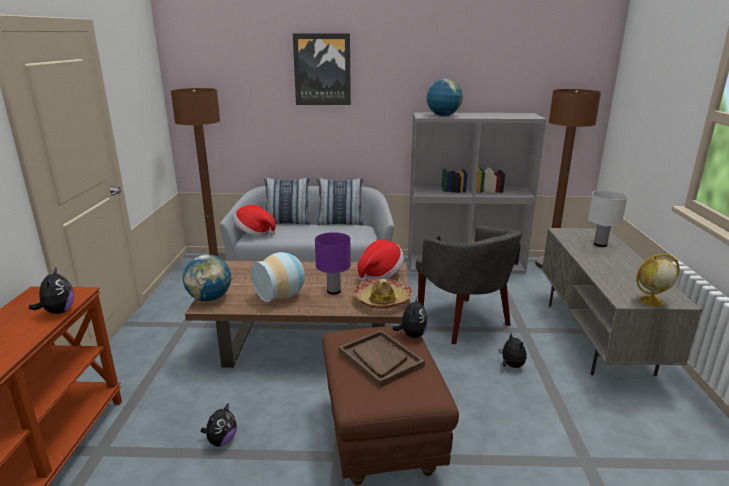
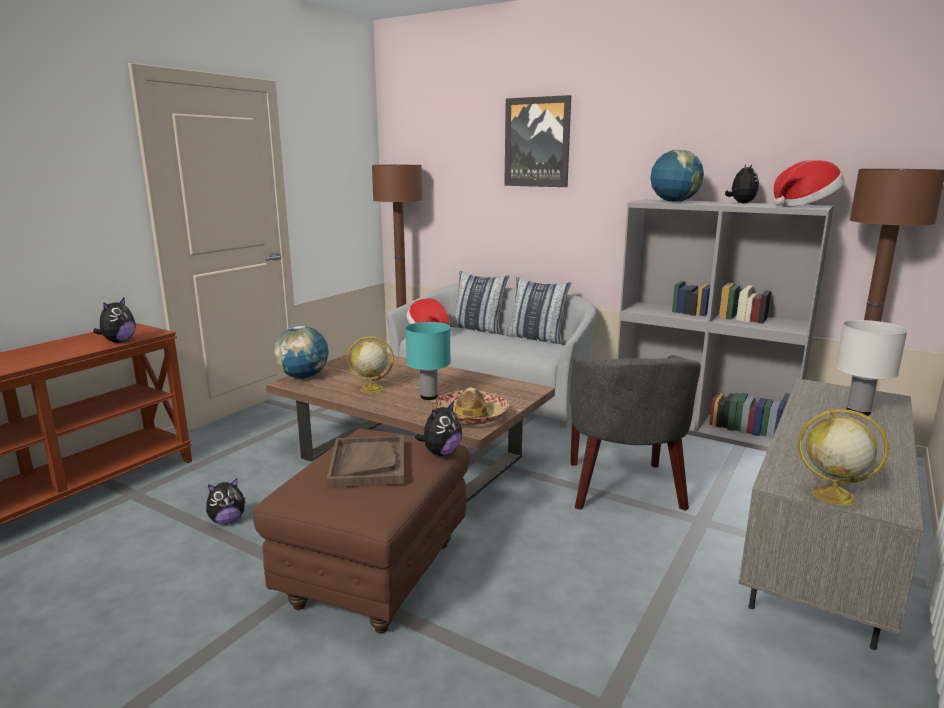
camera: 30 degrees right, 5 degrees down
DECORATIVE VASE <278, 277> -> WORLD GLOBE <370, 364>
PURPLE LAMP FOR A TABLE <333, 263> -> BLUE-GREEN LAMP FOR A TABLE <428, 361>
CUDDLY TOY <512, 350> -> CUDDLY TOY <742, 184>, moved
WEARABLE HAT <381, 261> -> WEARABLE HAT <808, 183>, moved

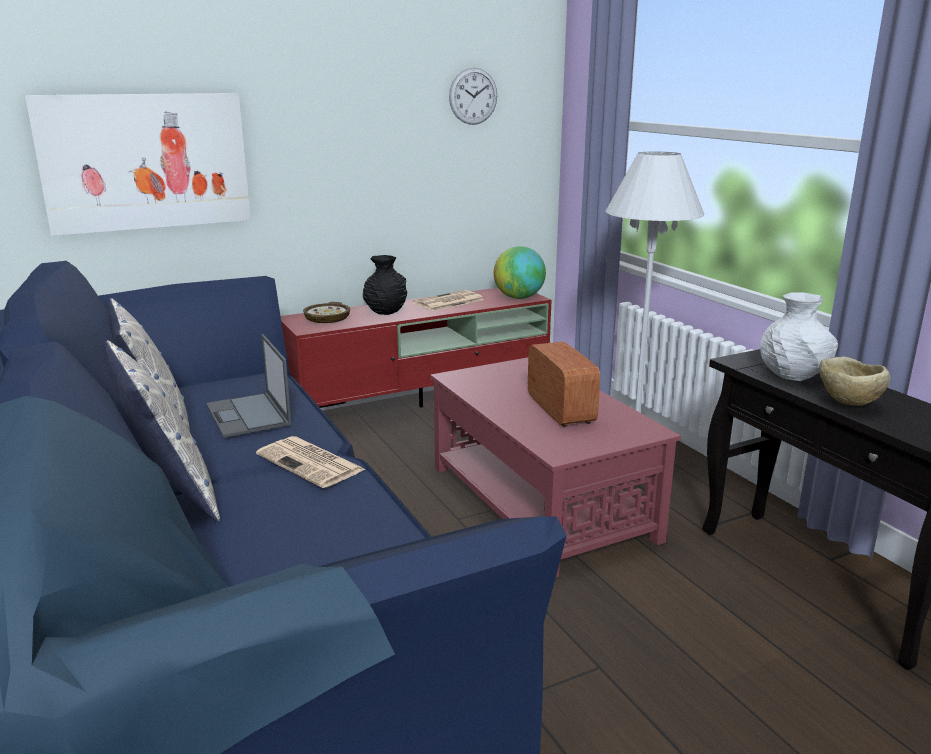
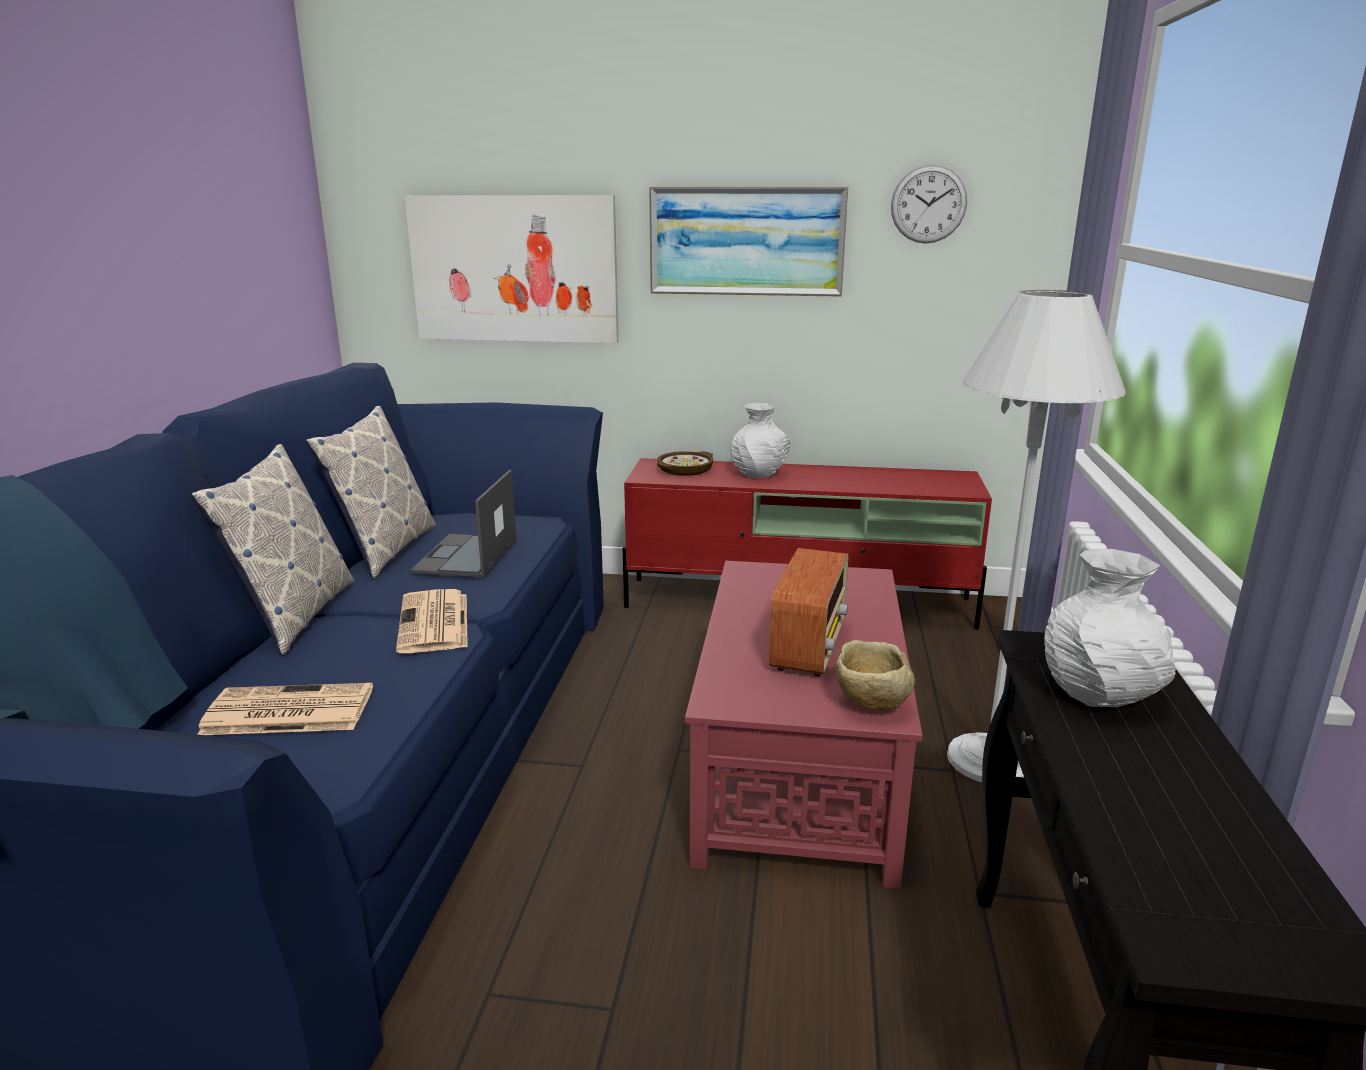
camera: 35 degrees right, 0 degrees up
PRINTED PAPER <448, 300> -> PRINTED PAPER <285, 709>, moved
none -> WALL PICTURE <749, 241>
BLACKISH DECORATIVE VASE <385, 285> -> WHITE DECORATIVE VASE <761, 440>
SAND-COLOURED SERVING BOWL <854, 381> -> SAND-COLOURED SERVING BOWL <875, 675>, moved
WORLD GLOBE <520, 272> -> none

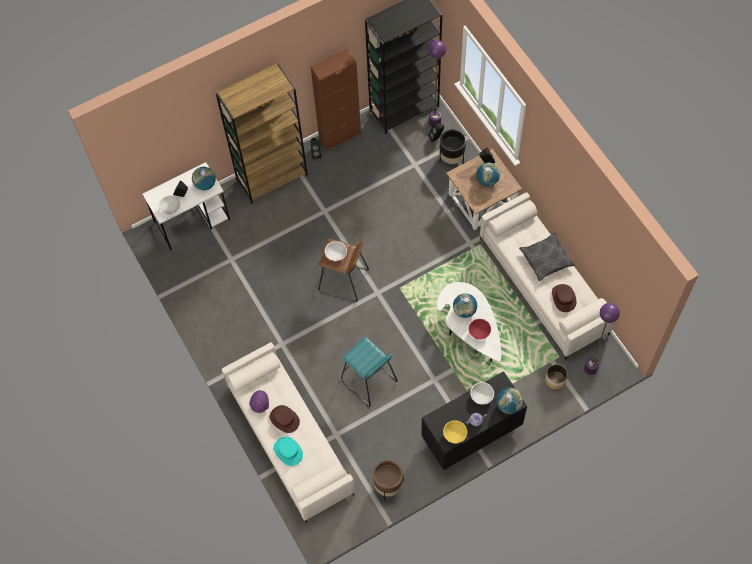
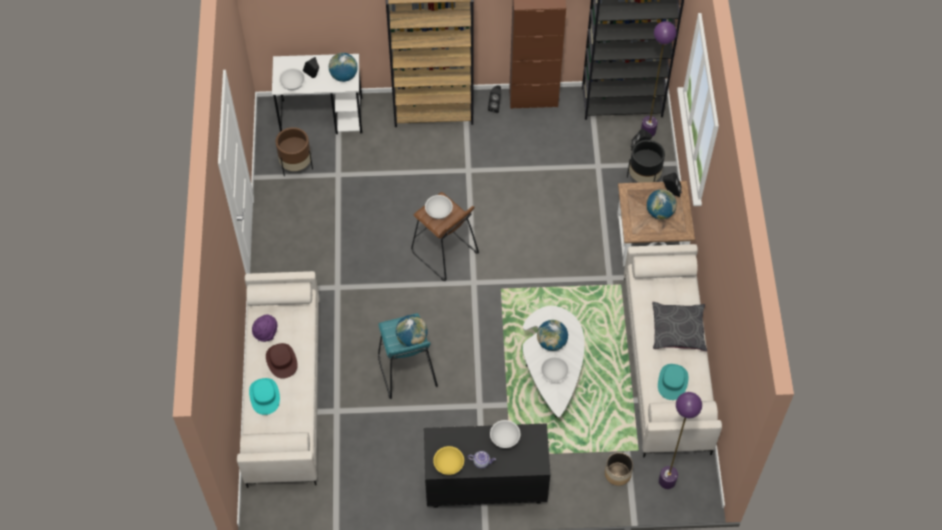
camera: 25 degrees right, 5 degrees down
BROWN PLANT POT <388, 480> -> BROWN PLANT POT <294, 152>, moved
WORLD GLOBE <509, 401> -> WORLD GLOBE <412, 331>, moved
RED SERVING BOWL <480, 329> -> WHITE SERVING BOWL <554, 369>
BROWN WEARABLE HAT <564, 298> -> BLUE-GREEN WEARABLE HAT <673, 382>

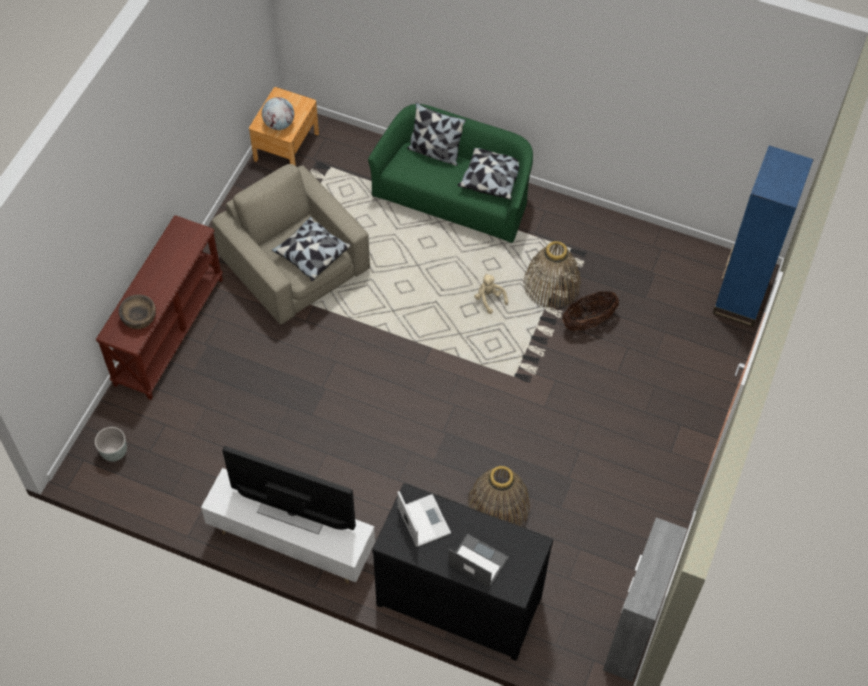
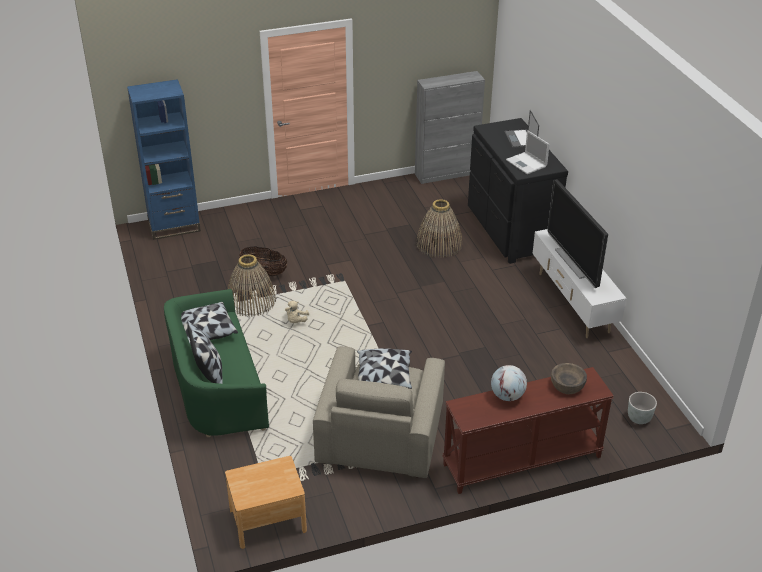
camera: 130 degrees left, 20 degrees down
WORLD GLOBE <278, 113> -> WORLD GLOBE <509, 383>, moved
LAPTOP <424, 519> -> LAPTOP <528, 152>, 60 degrees counterclockwise

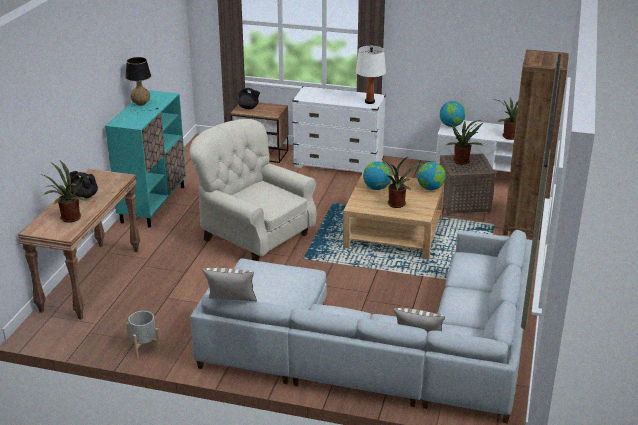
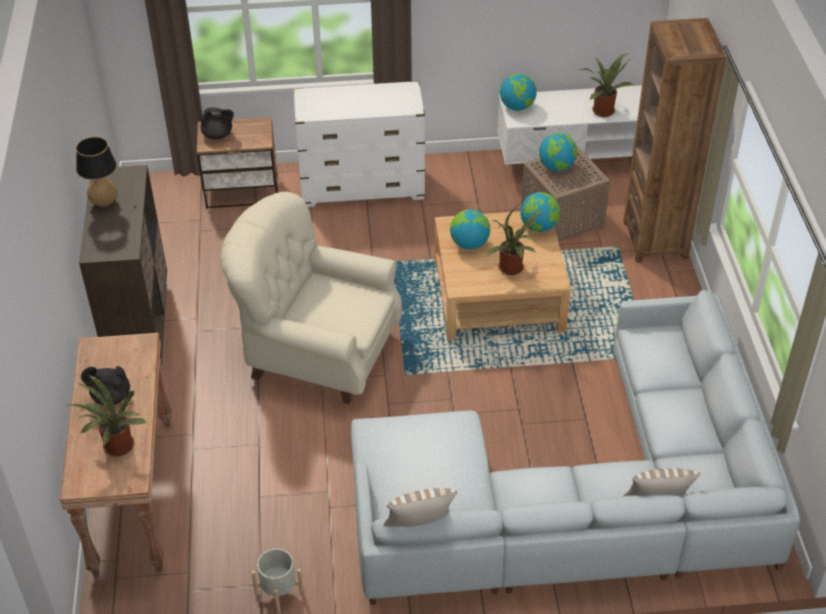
camera: 20 degrees left, 15 degrees up
BLUE-GREEN CUPBOARD <145, 158> -> BROWN CUPBOARD <123, 265>
PLANT IN A POT <462, 142> -> WORLD GLOBE <558, 152>
WHITE LAMP FOR A TABLE <371, 75> -> none

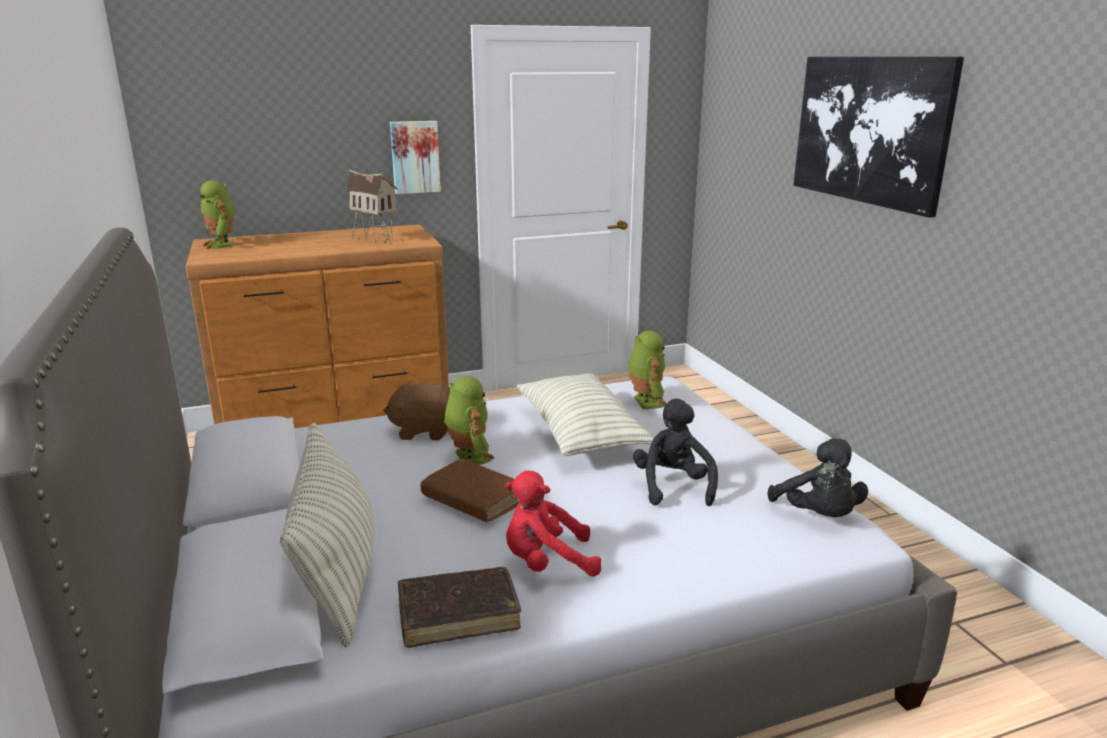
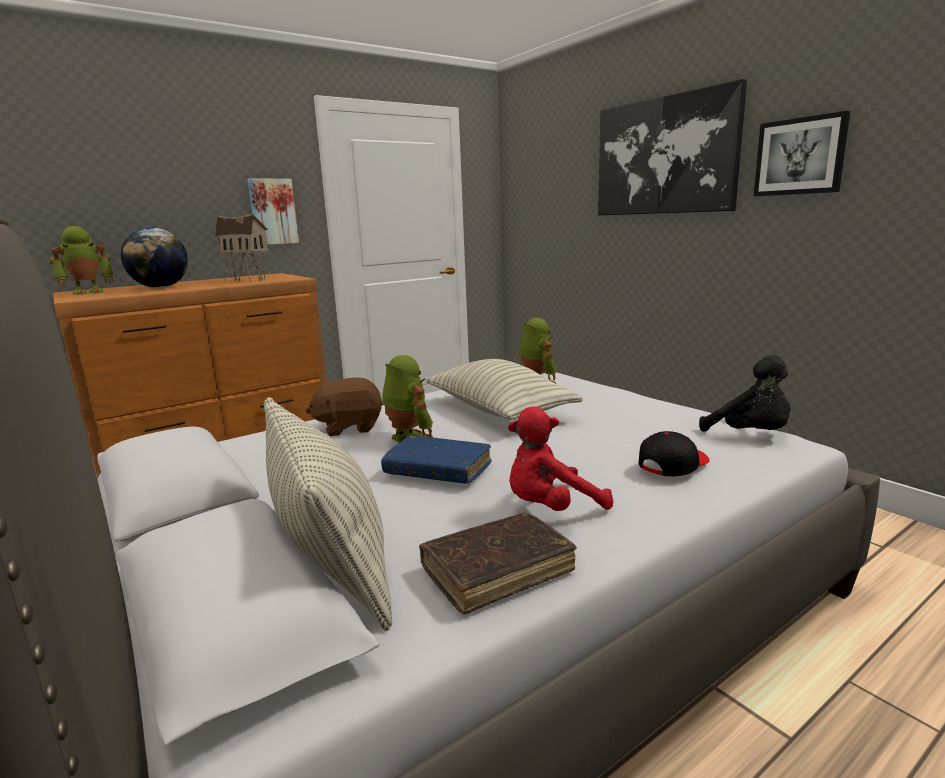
camera: 15 degrees left, 5 degrees down
MODEL ROBOT <218, 214> -> MODEL ROBOT <81, 260>, 75 degrees counterclockwise
none -> WORLD GLOBE <154, 257>
BROWN BOOK <470, 490> -> BLUISH BOOK <436, 459>
none -> BLACKISH PEAKED CAP <674, 453>
none -> WALL PICTURE <802, 153>
BLACKISH CUDDLY TOY <675, 452> -> none

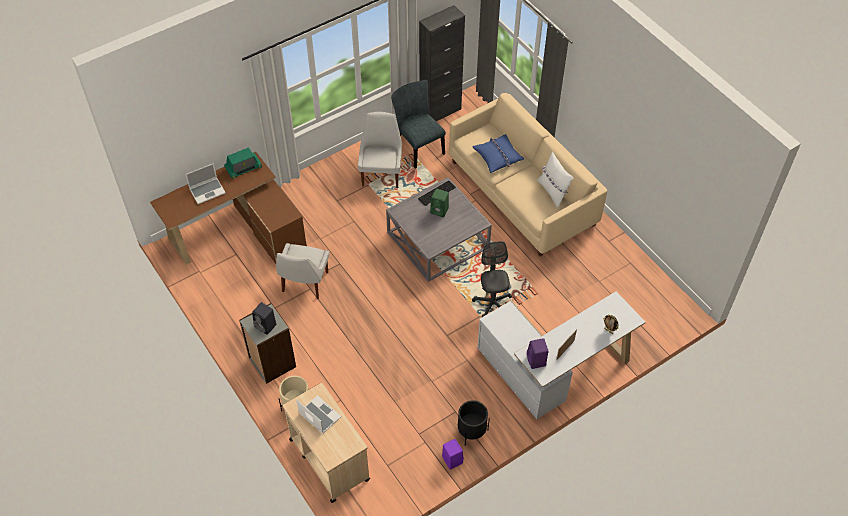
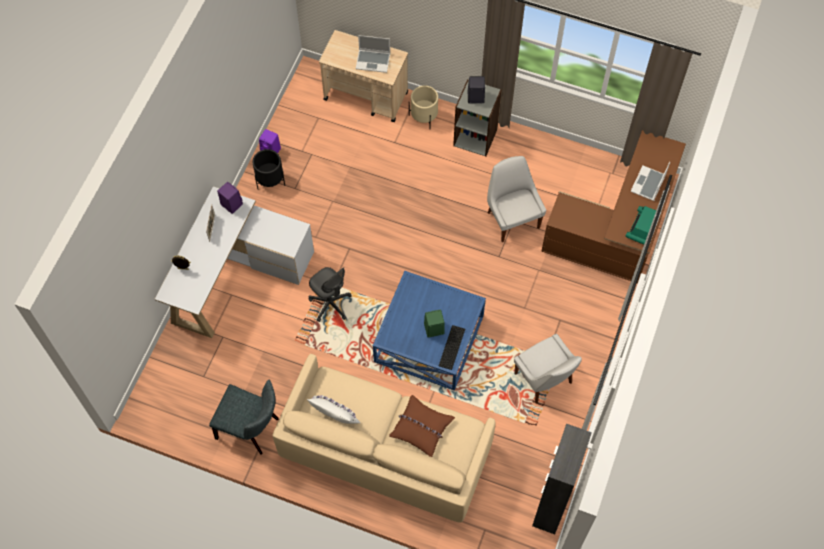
camera: 145 degrees right, 10 degrees up
GREYISH PLAIN CHAIR <418, 124> -> GREYISH PLAIN CHAIR <244, 417>, moved
GREYISH LOW TABLE <439, 229> -> BLUISH LOW TABLE <429, 331>
BLUISH THROW PILLOW <498, 153> -> BROWN THROW PILLOW <422, 426>

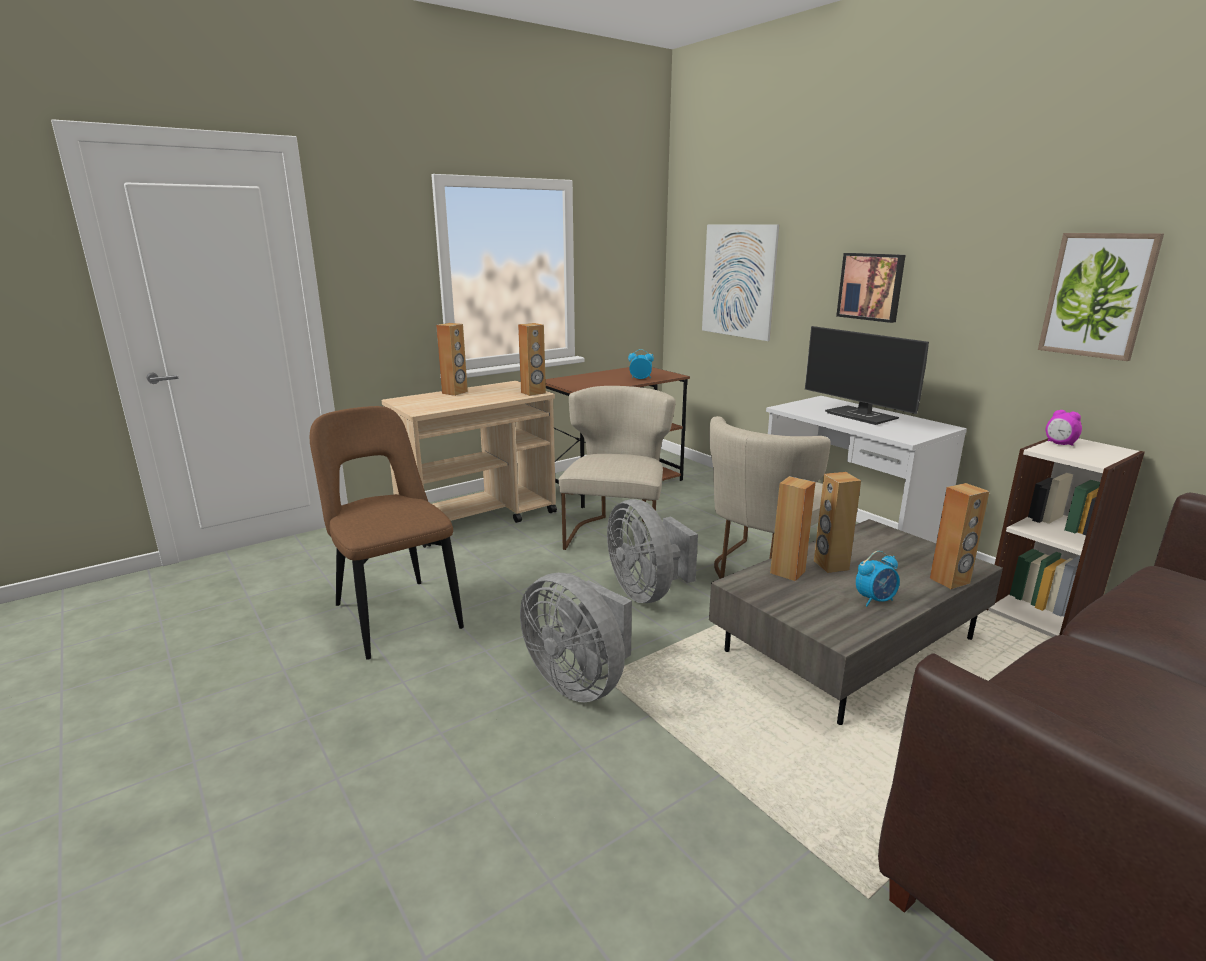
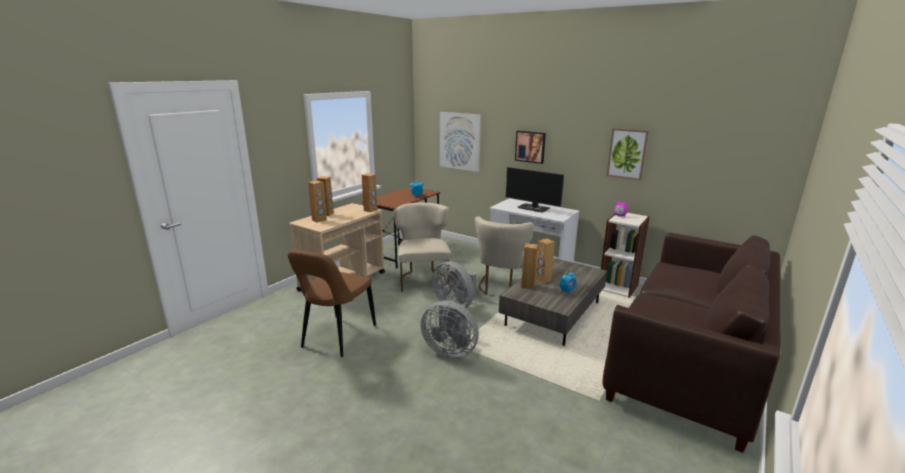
camera: 20 degrees left, 0 degrees up
BROWN PLAIN CHAIR <387, 533> -> BROWN PLAIN CHAIR <332, 303>, 105 degrees counterclockwise
BROWN SPEAKER <960, 536> -> BROWN SPEAKER <317, 201>, moved

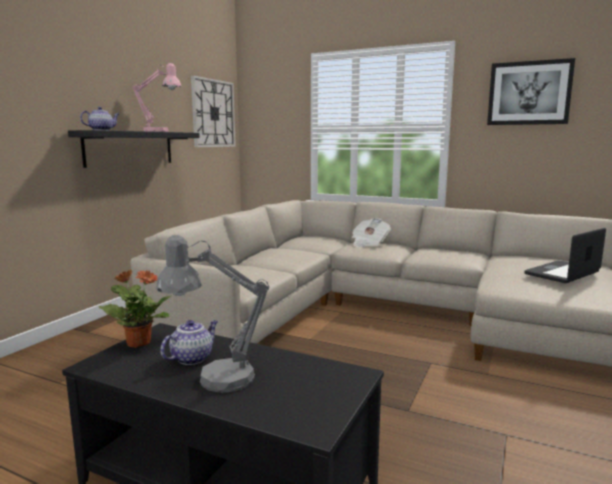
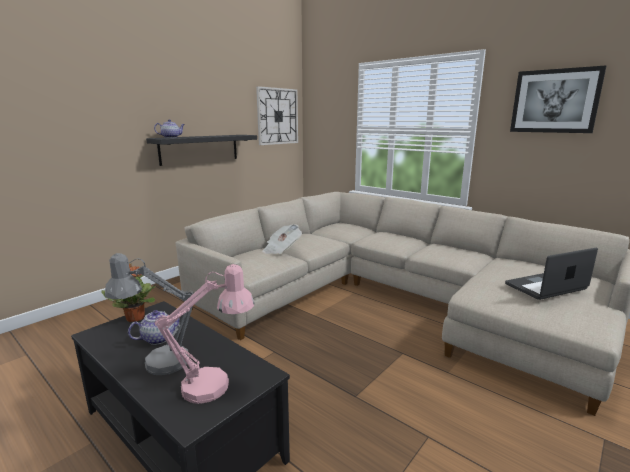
camera: 15 degrees right, 5 degrees up
PINK LAMP FOR A TABLE <156, 97> -> PINK LAMP FOR A TABLE <204, 334>, moved
PRINTED PAPER <371, 232> -> PRINTED PAPER <282, 239>, moved

